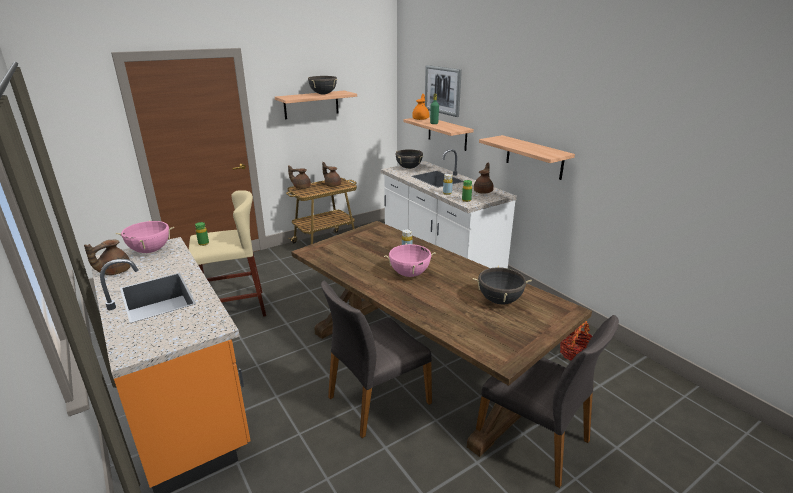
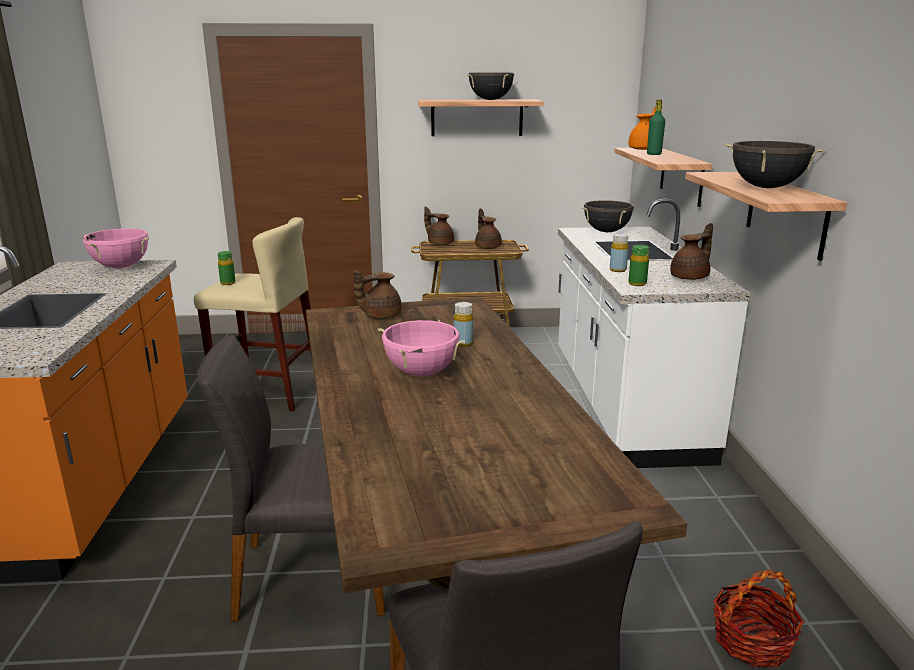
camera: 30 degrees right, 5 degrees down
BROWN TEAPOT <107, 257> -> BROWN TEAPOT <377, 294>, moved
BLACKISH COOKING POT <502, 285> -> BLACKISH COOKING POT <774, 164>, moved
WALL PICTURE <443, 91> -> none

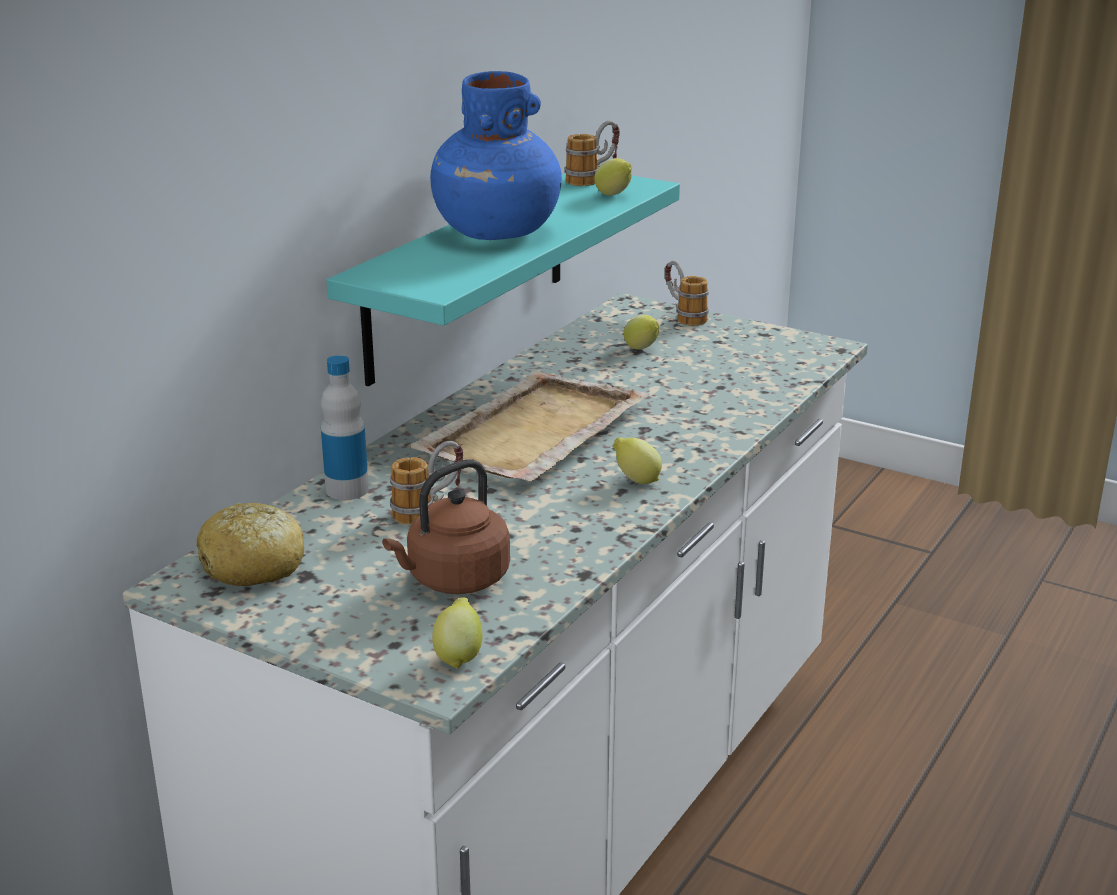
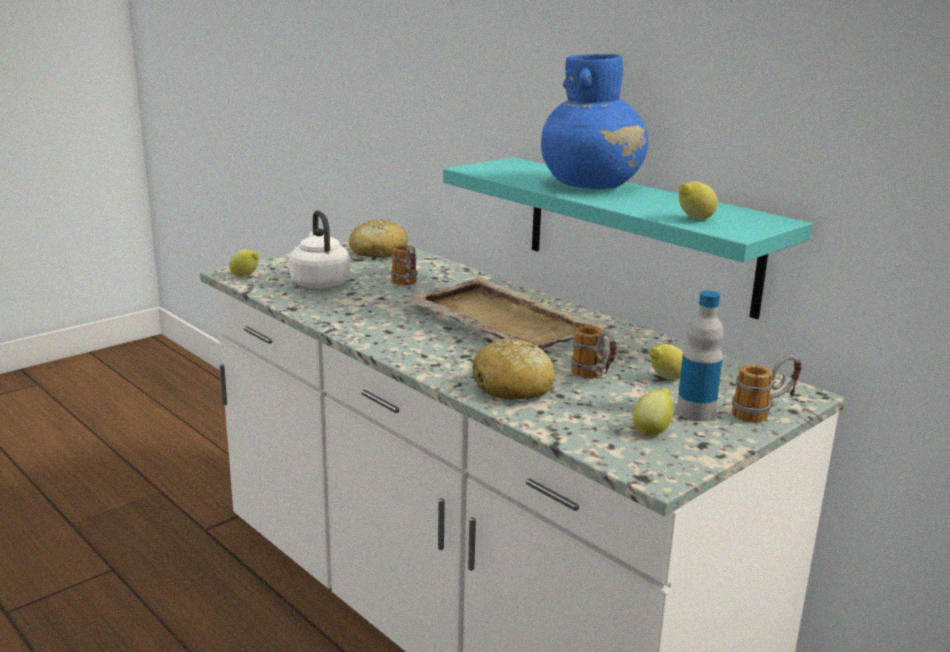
camera: 105 degrees right, 5 degrees down
BROWN KETTLE <446, 526> -> WHITE KETTLE <319, 249>
none -> BREAD <513, 369>
TEA MUG <592, 153> -> TEA MUG <594, 352>, moved
CITRUS FRUIT <637, 460> -> CITRUS FRUIT <653, 412>, moved
DRINK BOTTLE <345, 427> -> DRINK BOTTLE <700, 356>, moved

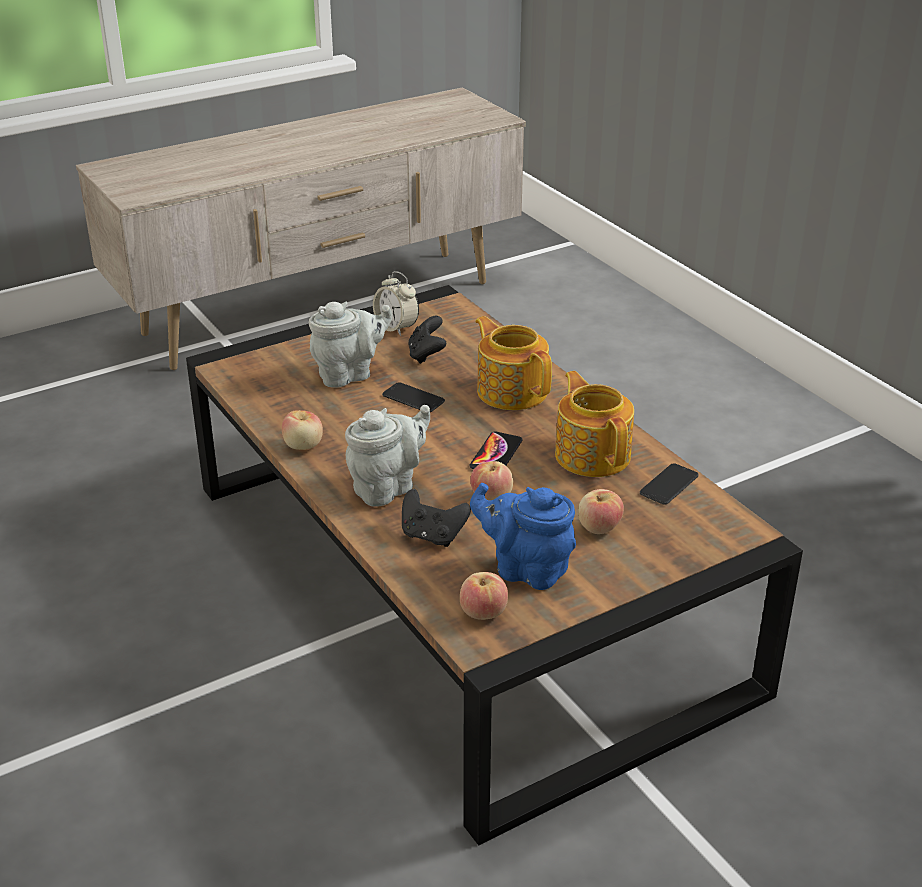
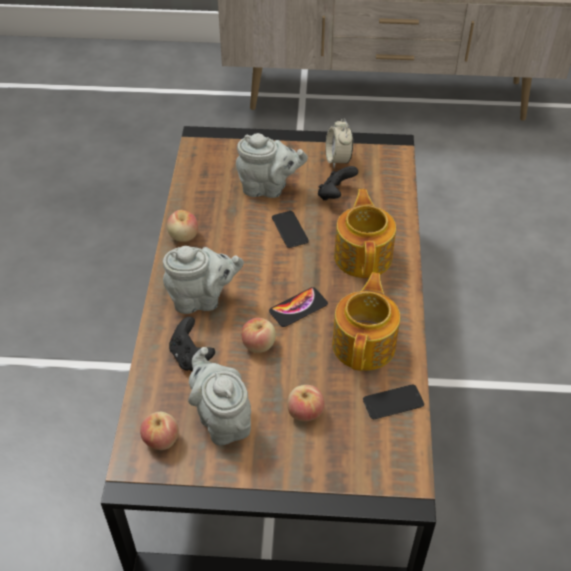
camera: 35 degrees right, 15 degrees up
BLUISH TEAPOT <523, 536> -> GREYISH TEAPOT <219, 396>

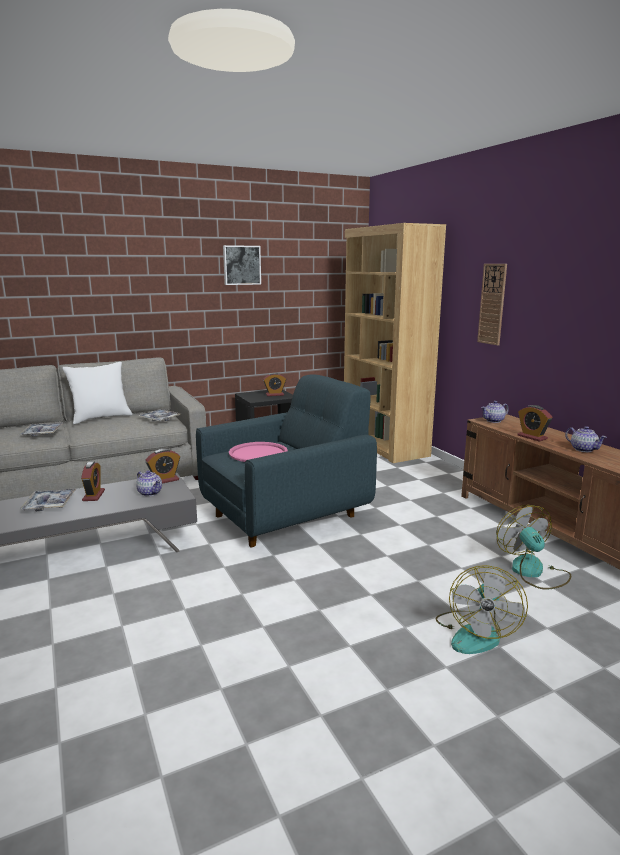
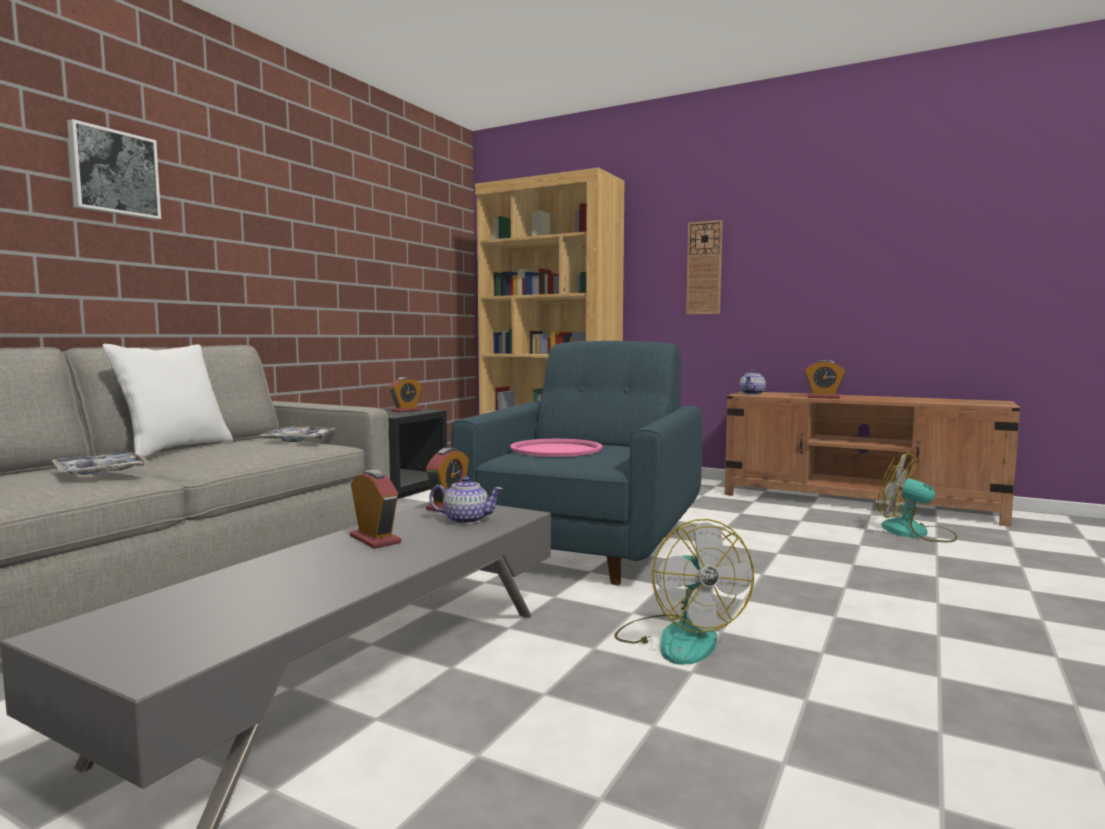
camera: 35 degrees left, 10 degrees down
WALL PICTURE <242, 265> -> WALL PICTURE <114, 169>, moved
COOLING FAN <482, 609> -> COOLING FAN <684, 592>, moved
SERVING TRAY <48, 500> -> none
TEAPOT <586, 439> -> none

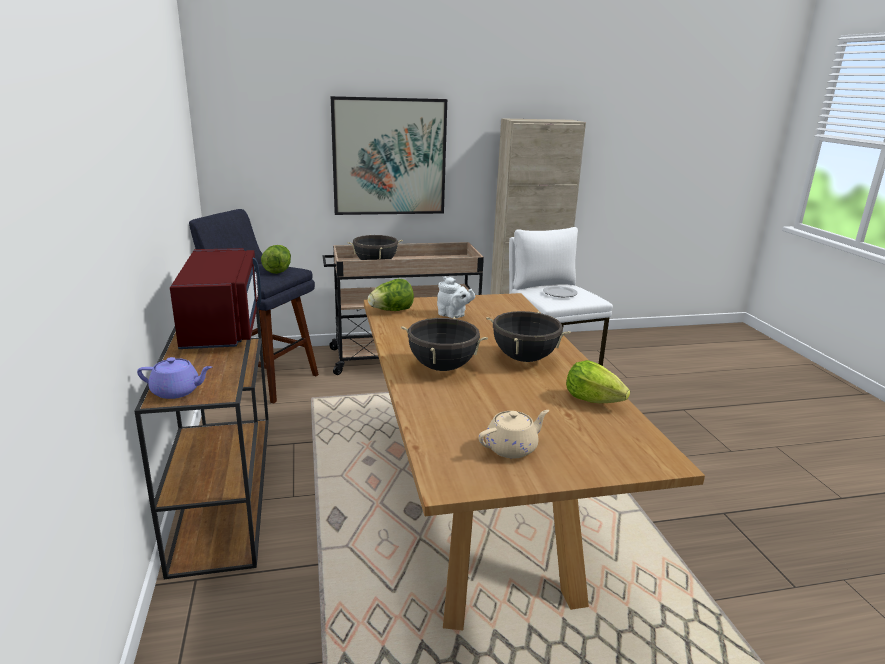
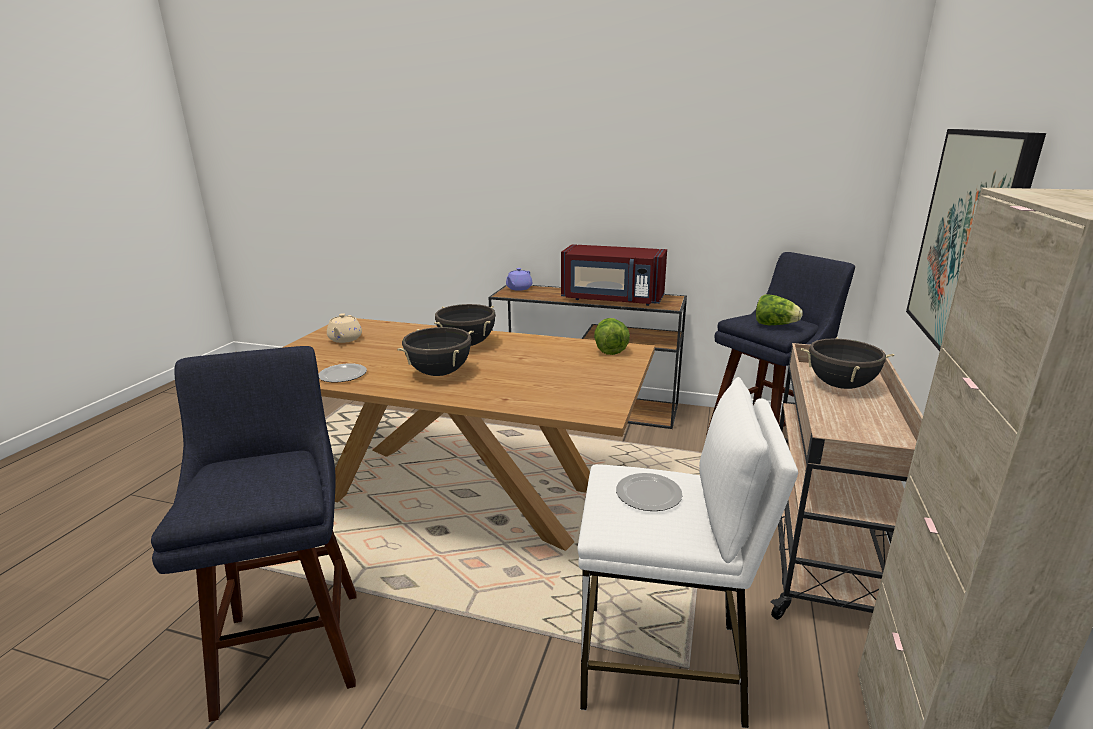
camera: 120 degrees right, 0 degrees up
none -> BLUISH SITTING STOOL <253, 534>
HEAD OF LETTUCE <598, 381> -> PLATE <343, 372>
WHITE TEAPOT <456, 297> -> none

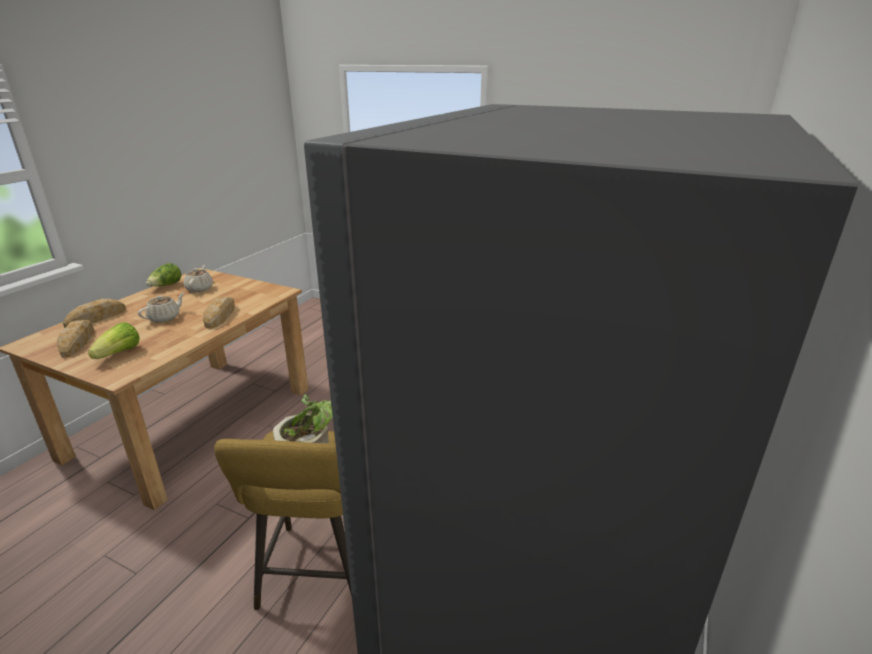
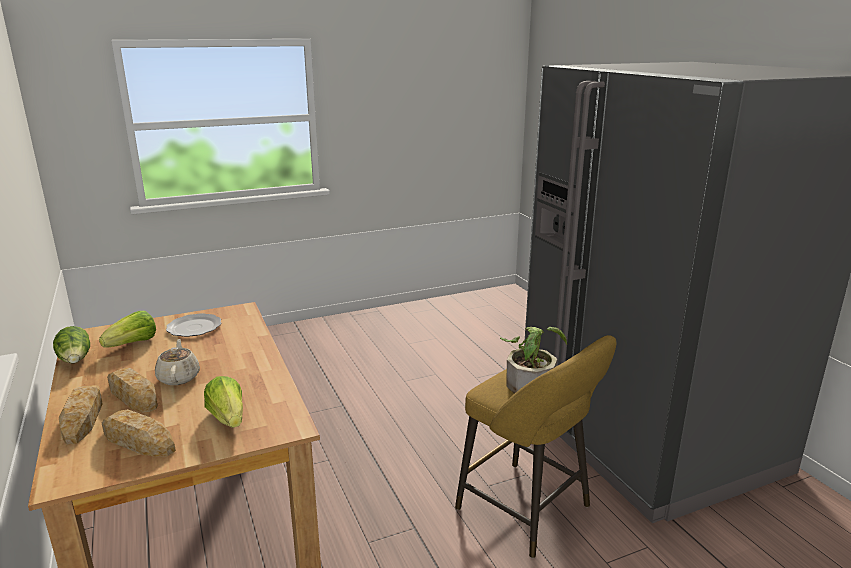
camera: 50 degrees left, 5 degrees down
SAND-COLOURED TEAPOT <198, 278> -> HEAD OF LETTUCE <127, 329>
BREAD <219, 313> -> BREAD <132, 390>, moved
none -> PLATE <193, 325>

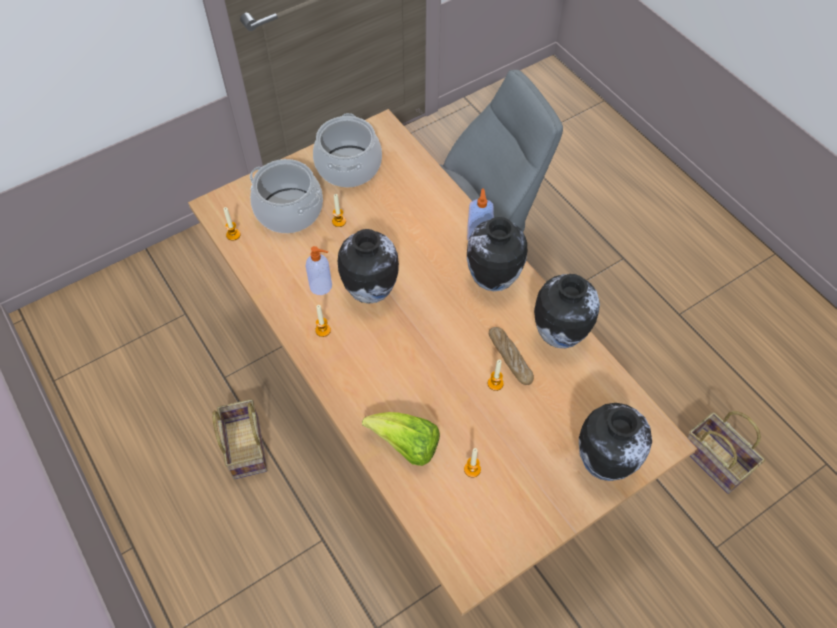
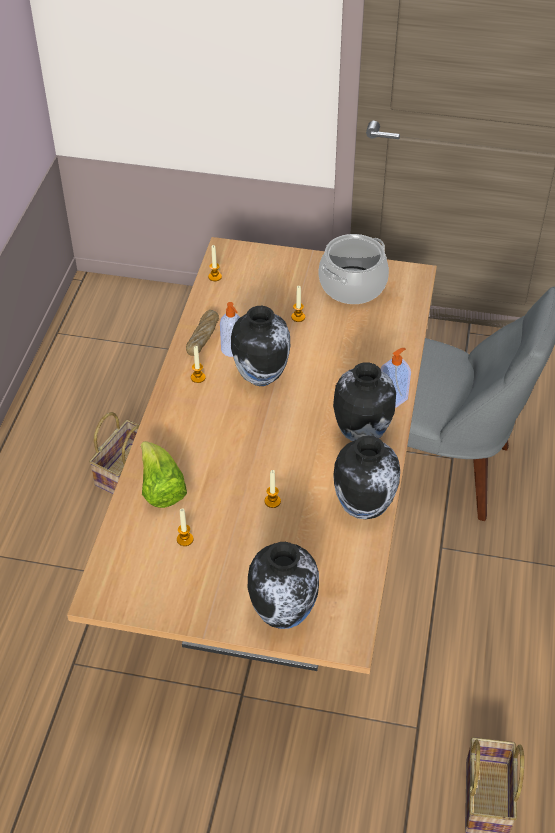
camera: 45 degrees right, 10 degrees down
BREAD <511, 356> -> BREAD <202, 333>, moved
COOKING POT <286, 196> -> none

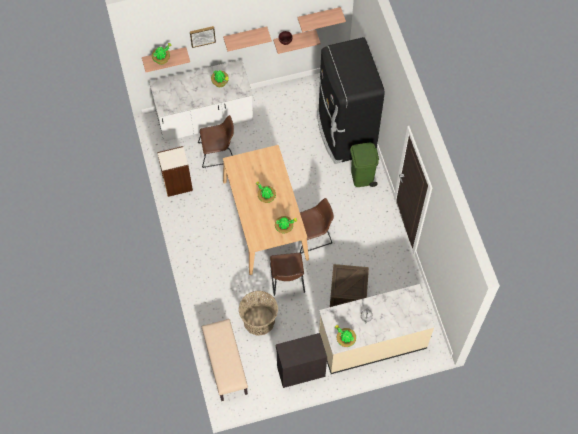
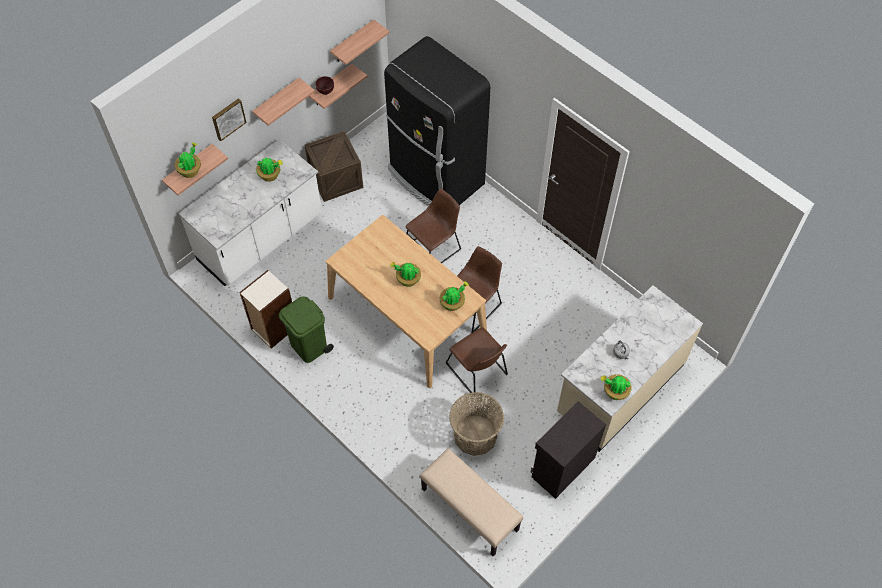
camera: 30 degrees left, 5 degrees down
GREEN-COLOURED TRASH CAN <364, 165> -> GREEN-COLOURED TRASH CAN <306, 329>, moved
SHIPPING CRATE <349, 285> -> SHIPPING CRATE <333, 166>, moved
BROWN PLAIN CHAIR <216, 141> -> BROWN PLAIN CHAIR <433, 225>, moved

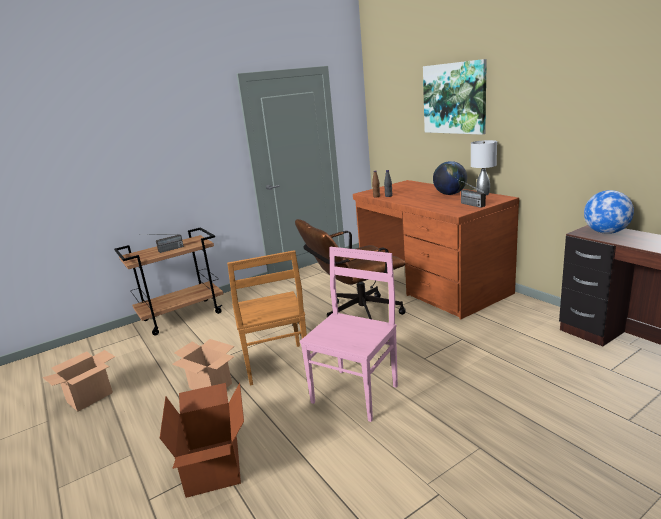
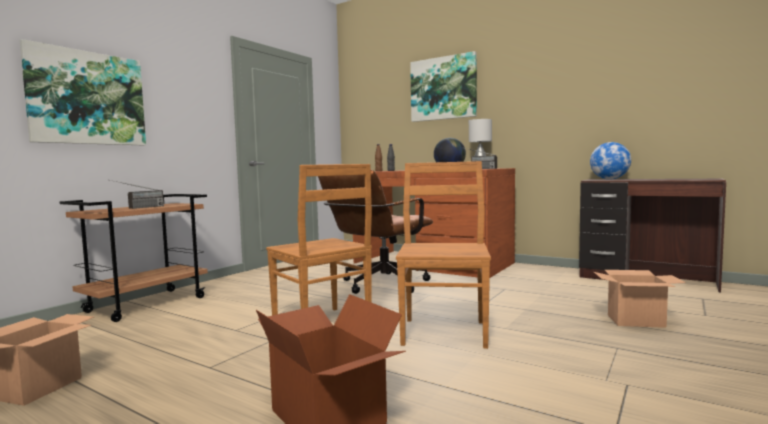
camera: 25 degrees left, 15 degrees down
none -> WALL PICTURE <83, 92>
PINK PLAIN CHAIR <349, 334> -> BROWN PLAIN CHAIR <443, 255>
CARTON <203, 364> -> CARTON <640, 299>, moved

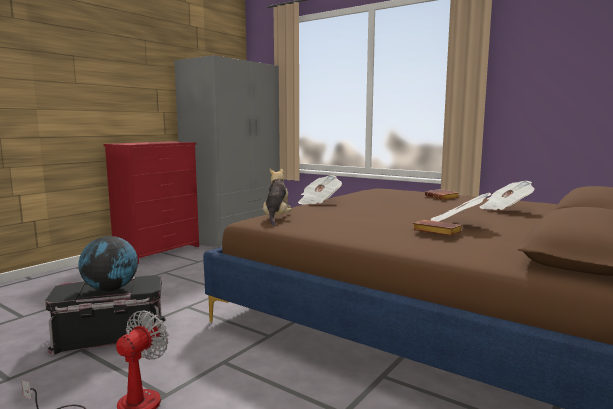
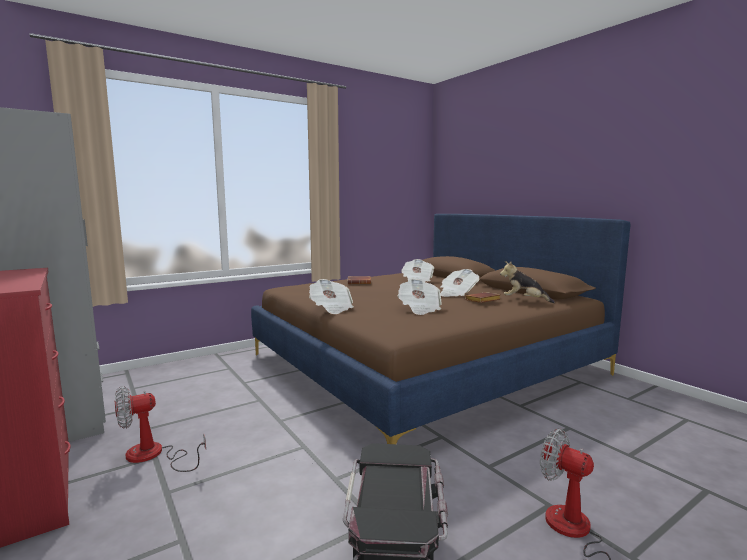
camera: 70 degrees left, 0 degrees up
none -> COOLING FAN <160, 429>
none -> PRINTED PAPER <420, 297>
CUDDLY TOY <277, 197> -> CUDDLY TOY <527, 282>, moved
WORLD GLOBE <108, 263> -> none

